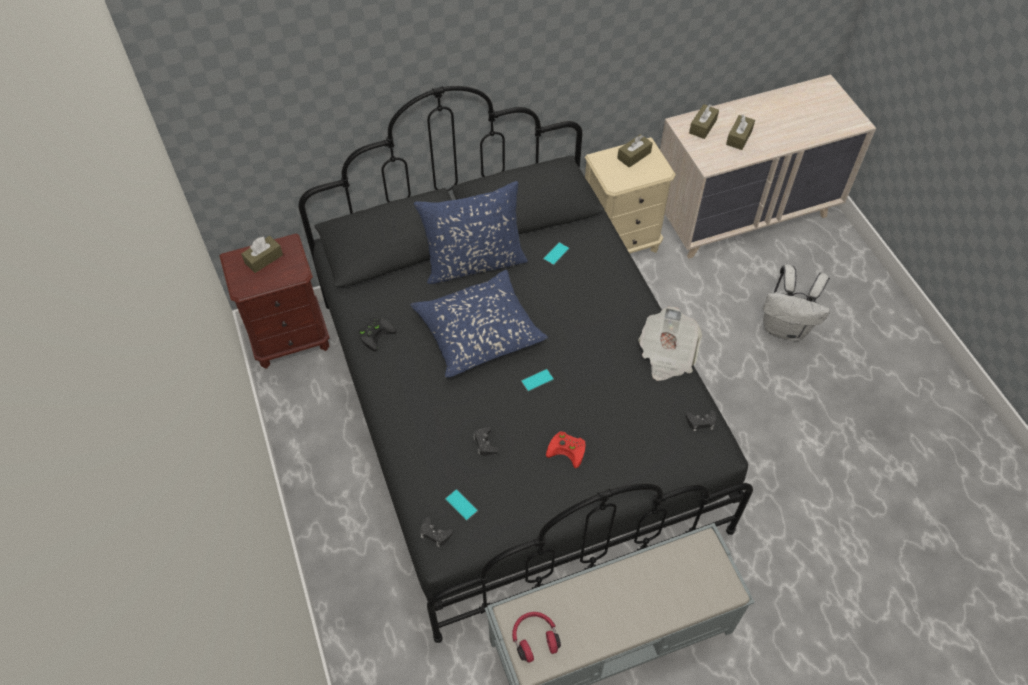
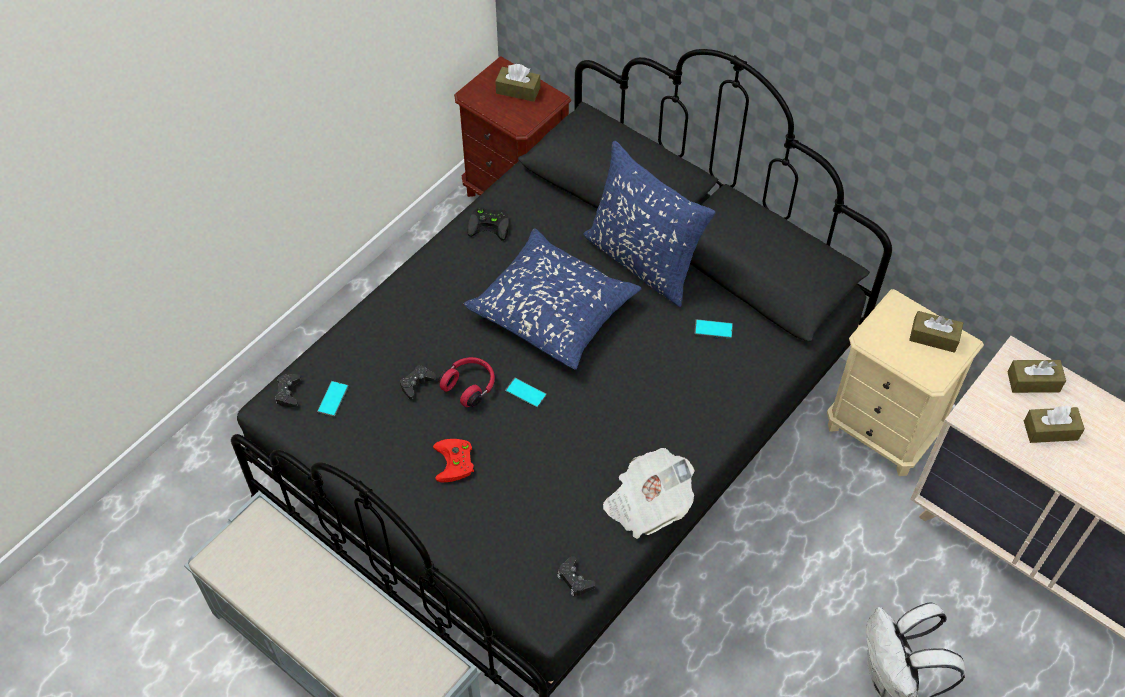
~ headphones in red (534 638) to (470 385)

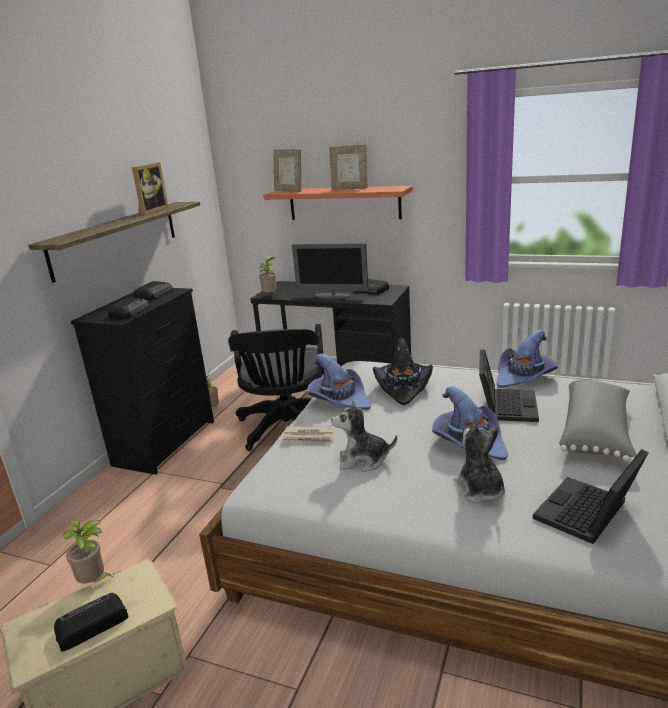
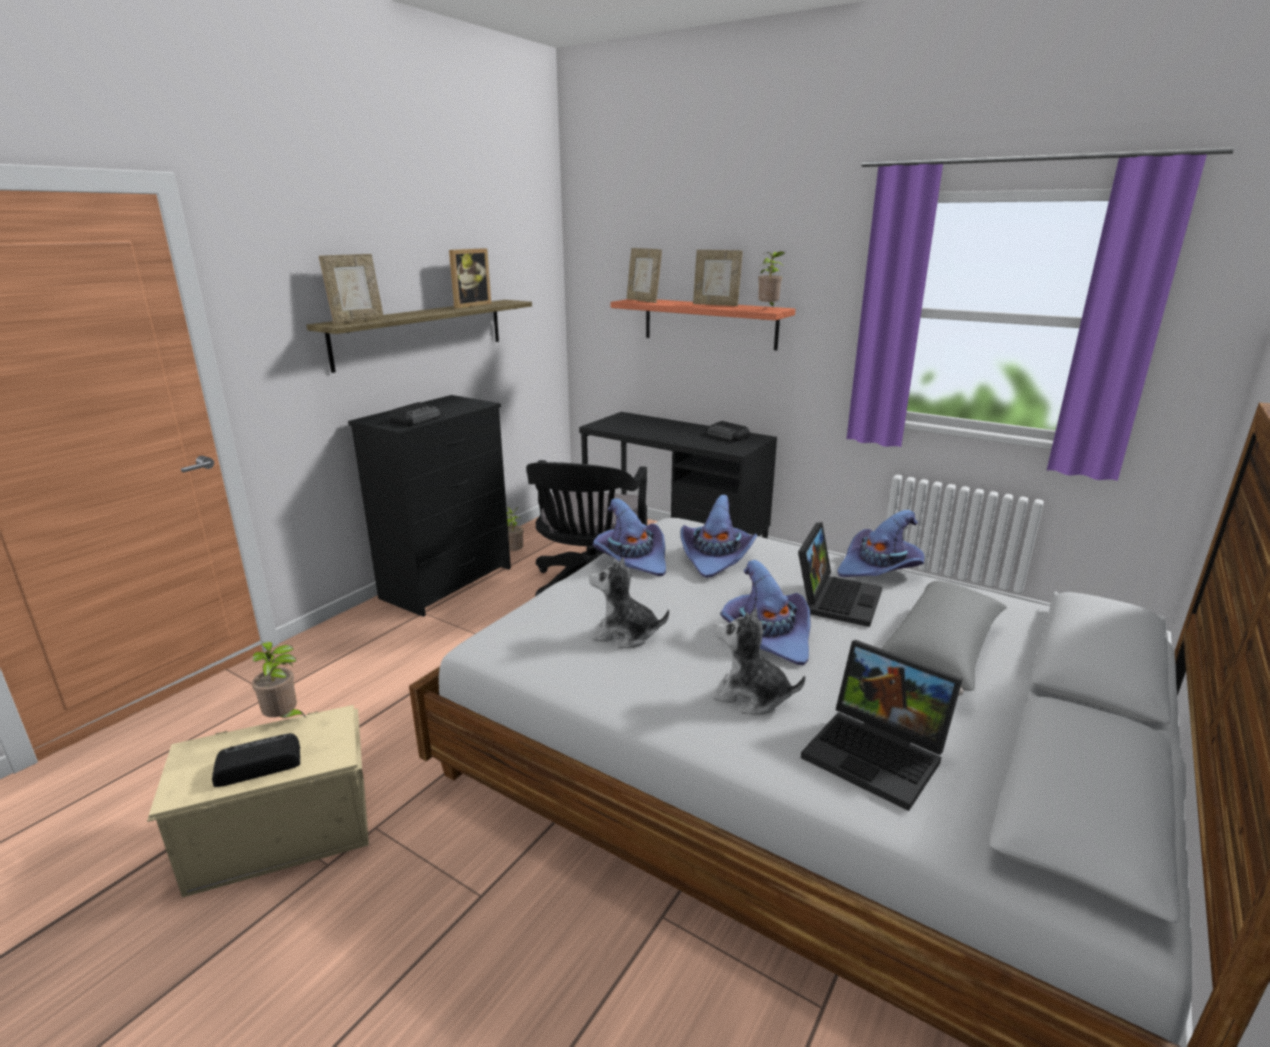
- radio set (154 294)
- printed paper (309 437)
- monitor (332 296)
+ photo frame (357 321)
~ houseplant (270 295) to (768 309)
~ clothing hat in black-coloured (403 387) to clothing hat in purple (716 557)
~ plush toy (480 490) = (751 697) 60 degrees counterclockwise
~ portable computer (588 515) = (879 754) 105 degrees counterclockwise

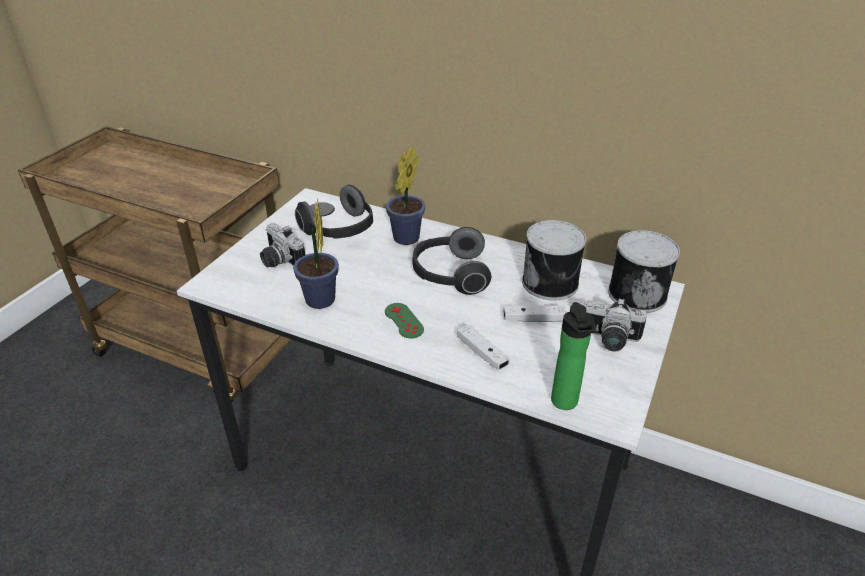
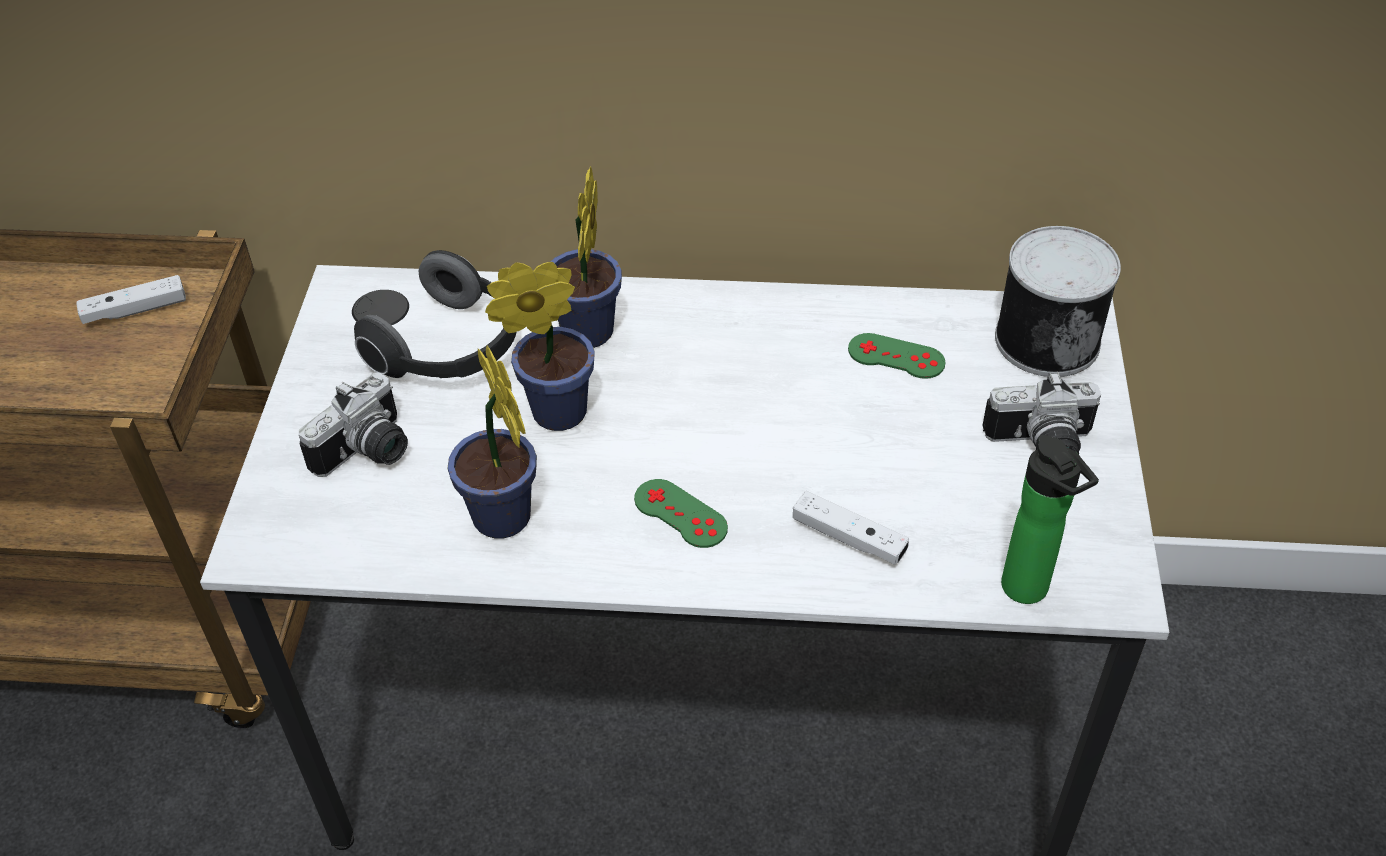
- headphones (450 275)
+ houseplant (551 413)
~ gamepad in white-coloured (533 319) to (135 310)
~ metal can (551 283) to gamepad in greenish (896 356)
~ photo camera (279 261) = (369 453) 75 degrees counterclockwise

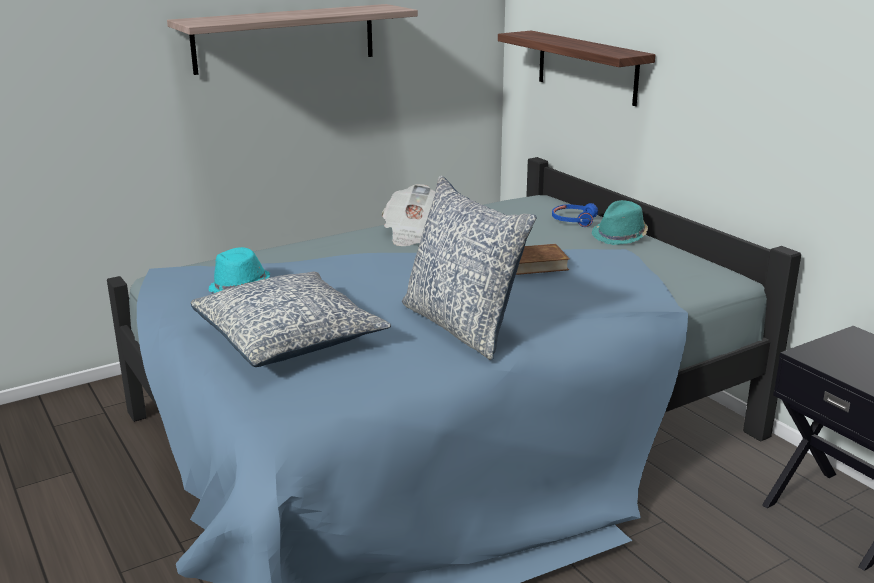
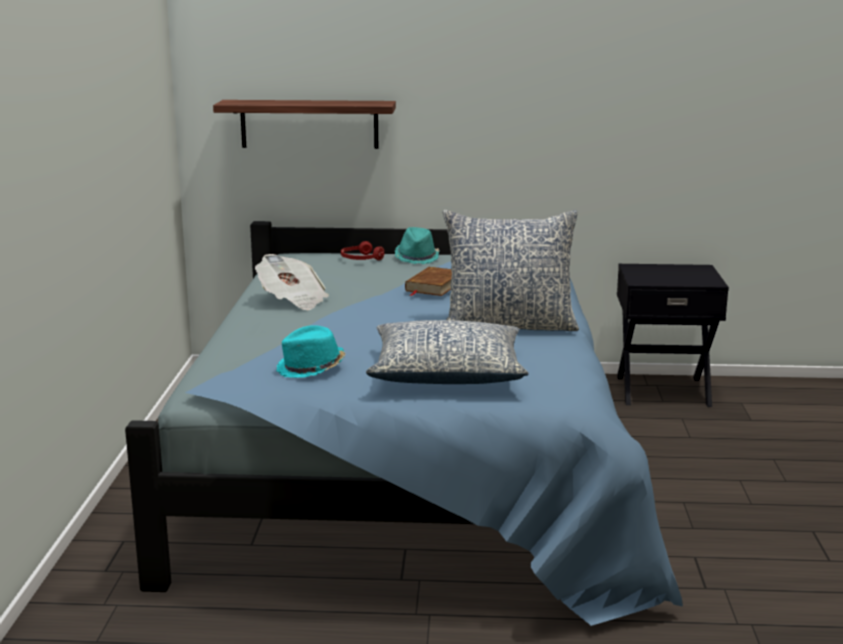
- shelf (285 38)
~ headphones in bluish (573 220) to headphones in red (361 259)

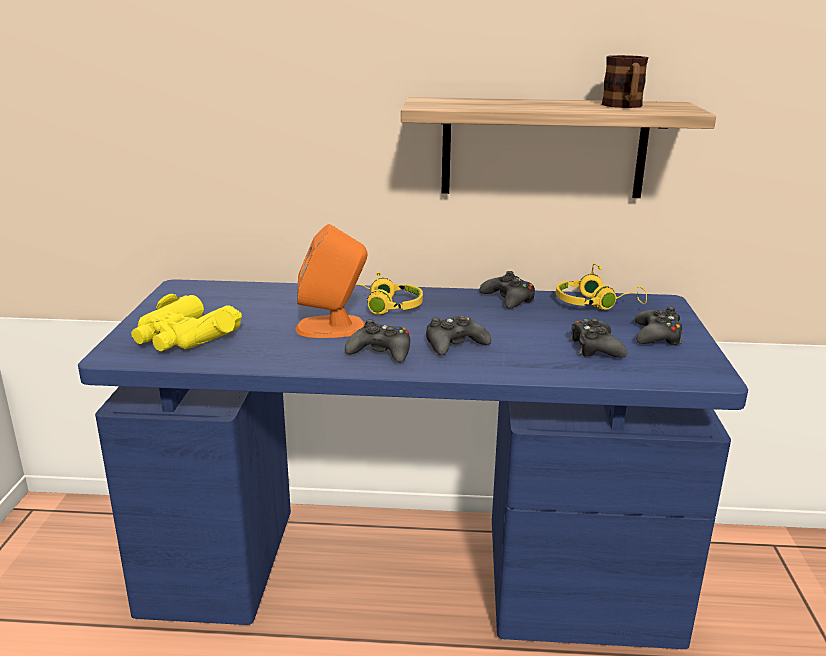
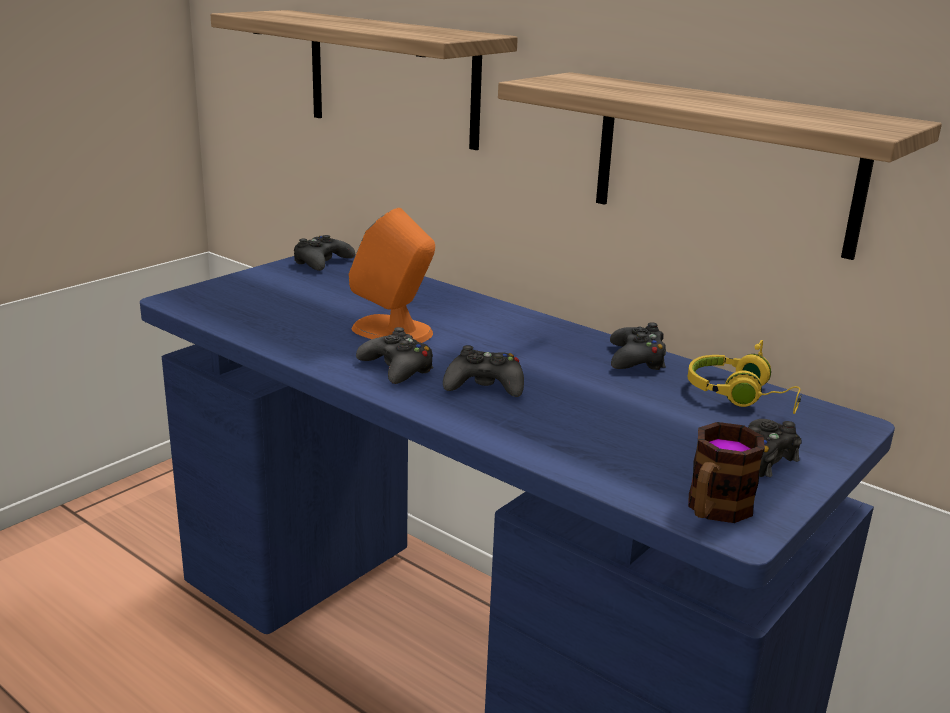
- field glasses in yellow (184 337)
- headphones in yellow (383 305)
+ shelf (392 78)
~ gamepad in black-coloured (595 347) to (322 262)
~ mug (624 106) to (714 511)

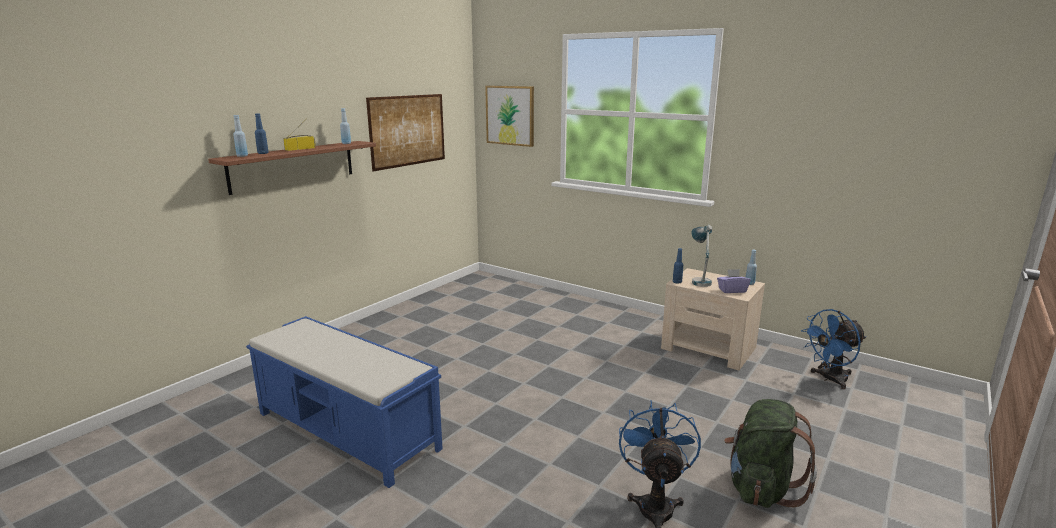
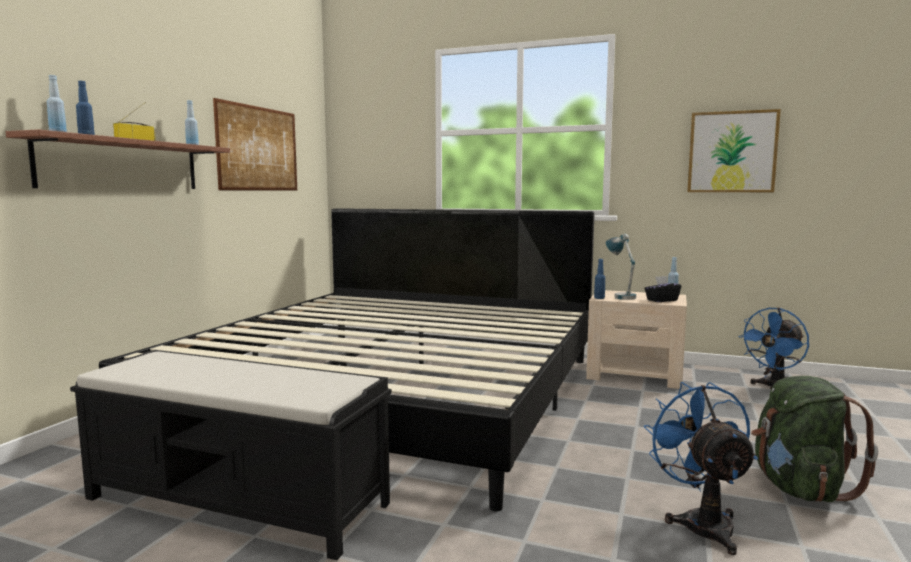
+ bed (392 392)
~ picture (510 115) to (732 152)
~ bench in bluish (348 431) to bench in black-coloured (238 501)
~ tissue holder in purple (732 290) to tissue holder in black-coloured (661 300)

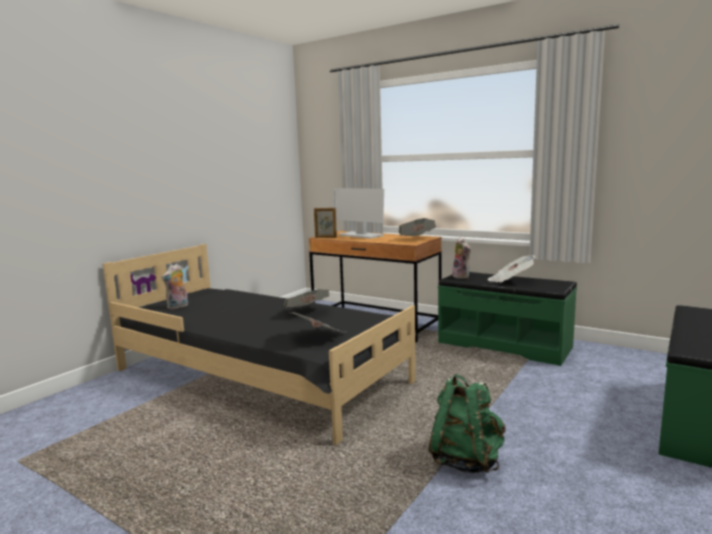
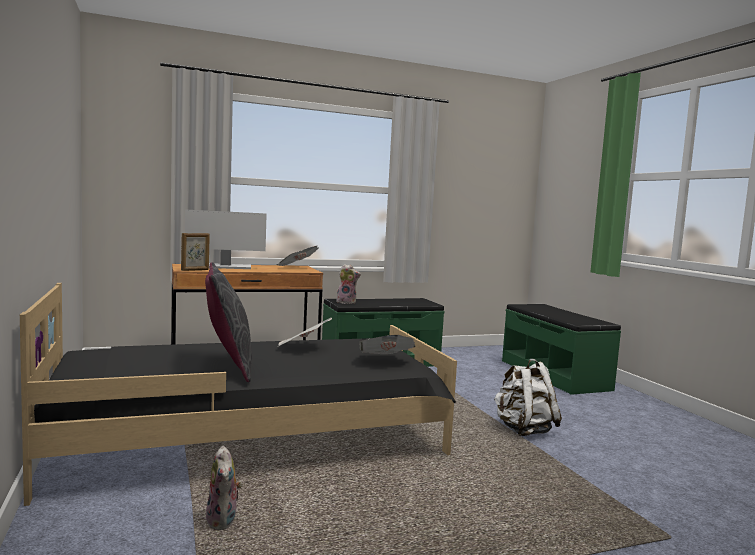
- printed paper (510 281)
+ cushion in gray (228 367)
~ plush toy (178 307) to (223 522)
~ backpack in greenish (466 460) to backpack in white-coloured (523 430)

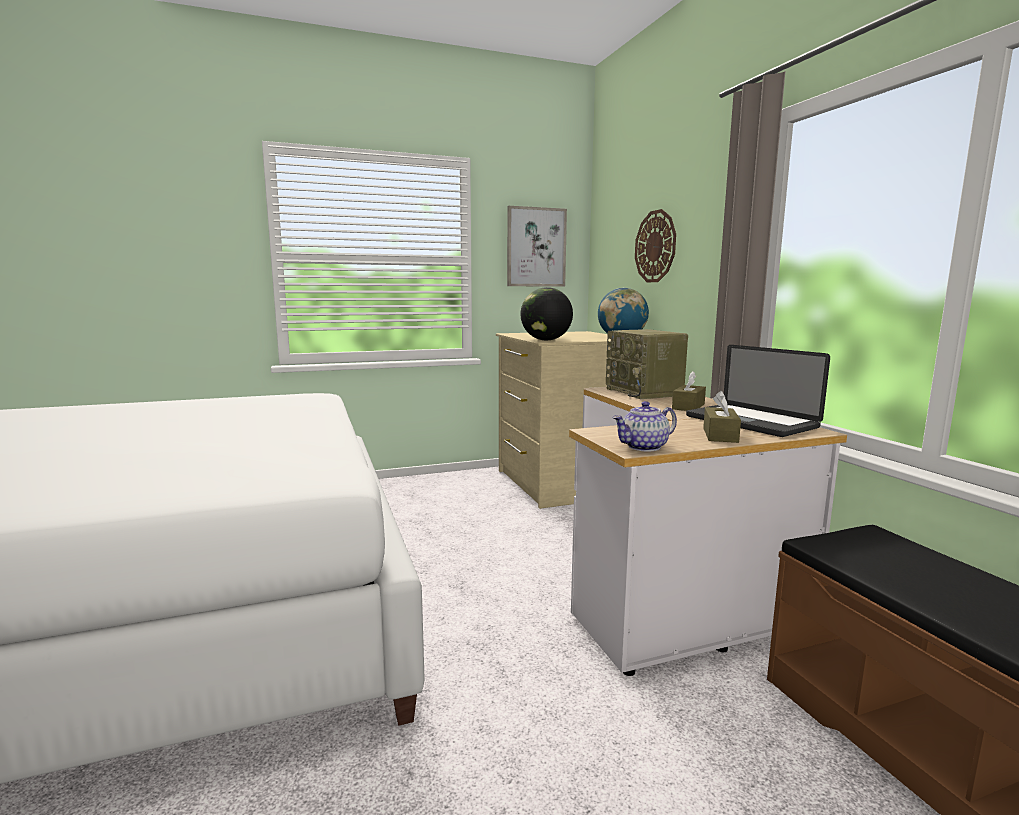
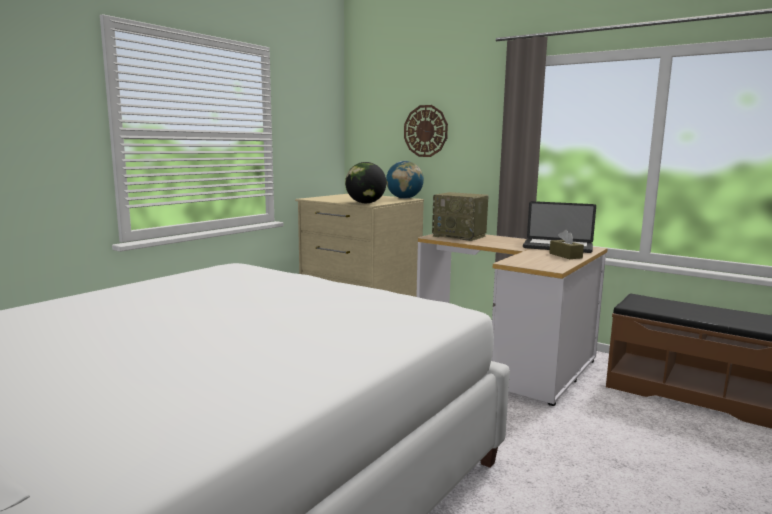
- picture (536 247)
- pot for tea (644 447)
- tissue holder in brown-coloured (688 406)

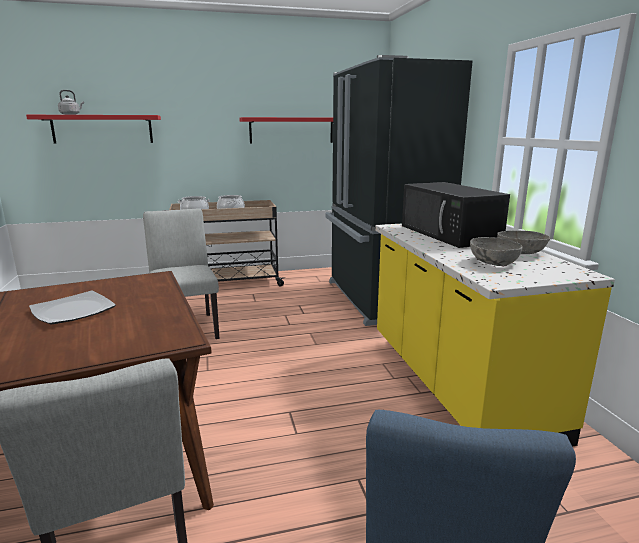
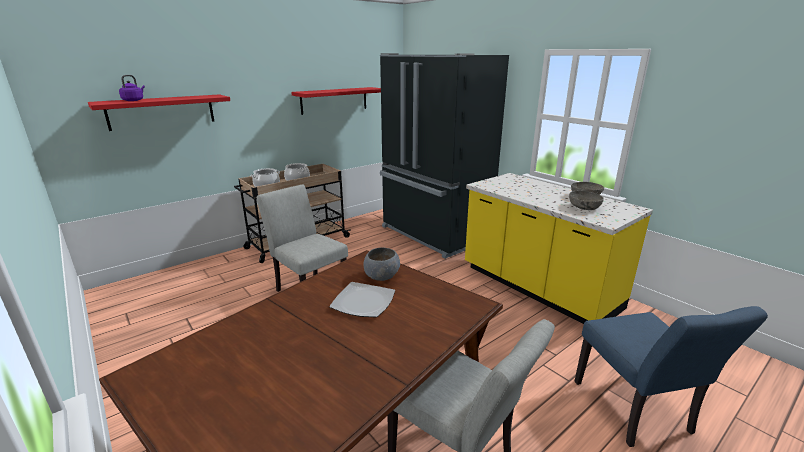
- microwave oven in black-coloured (450 234)
+ serving bowl in gray (381 276)
~ tea kettle in gray (71 114) to tea kettle in purple (134 100)

